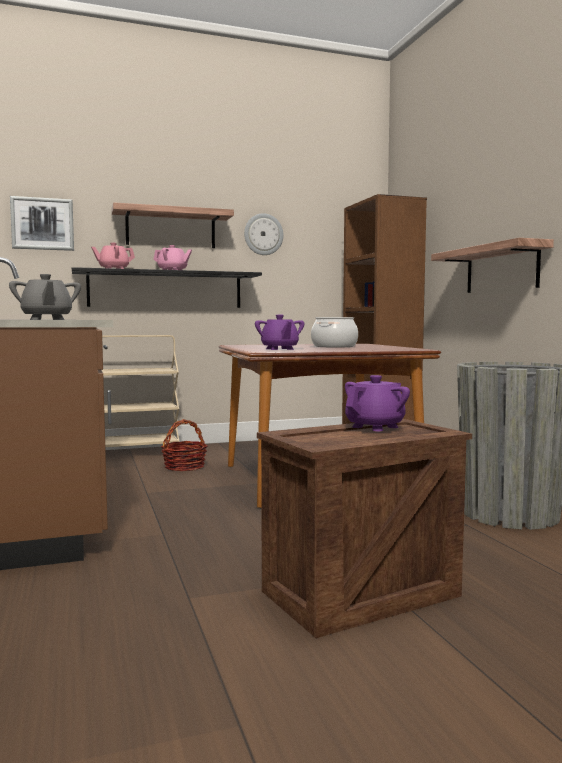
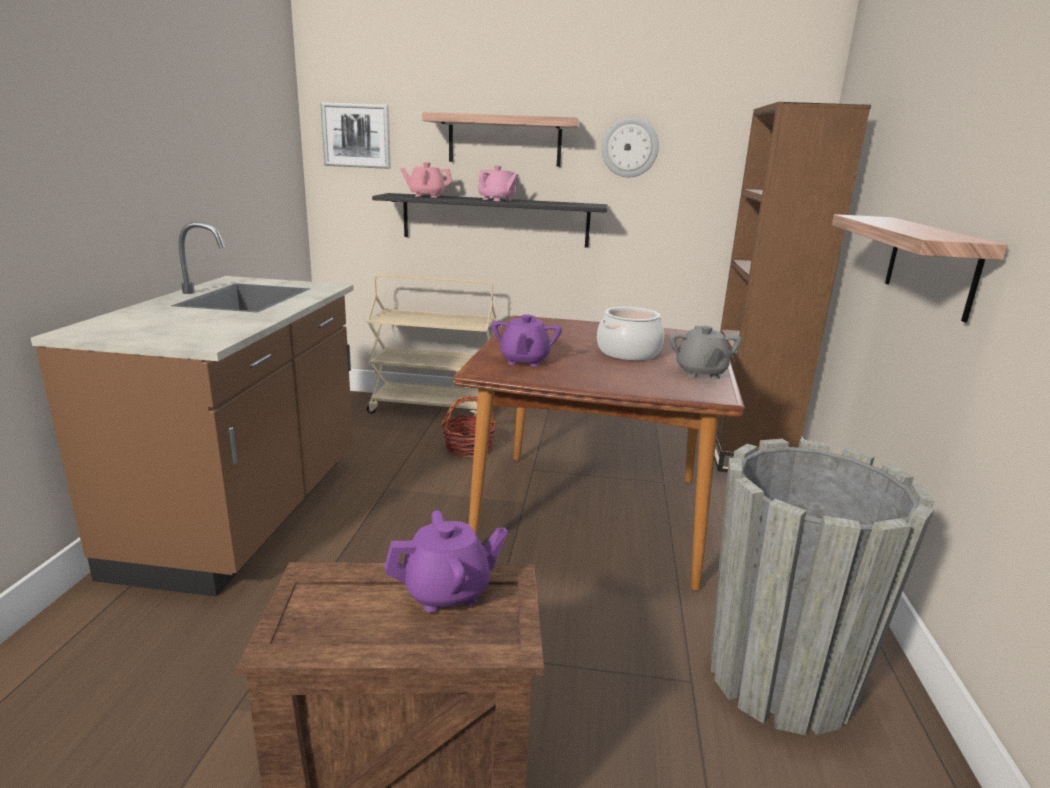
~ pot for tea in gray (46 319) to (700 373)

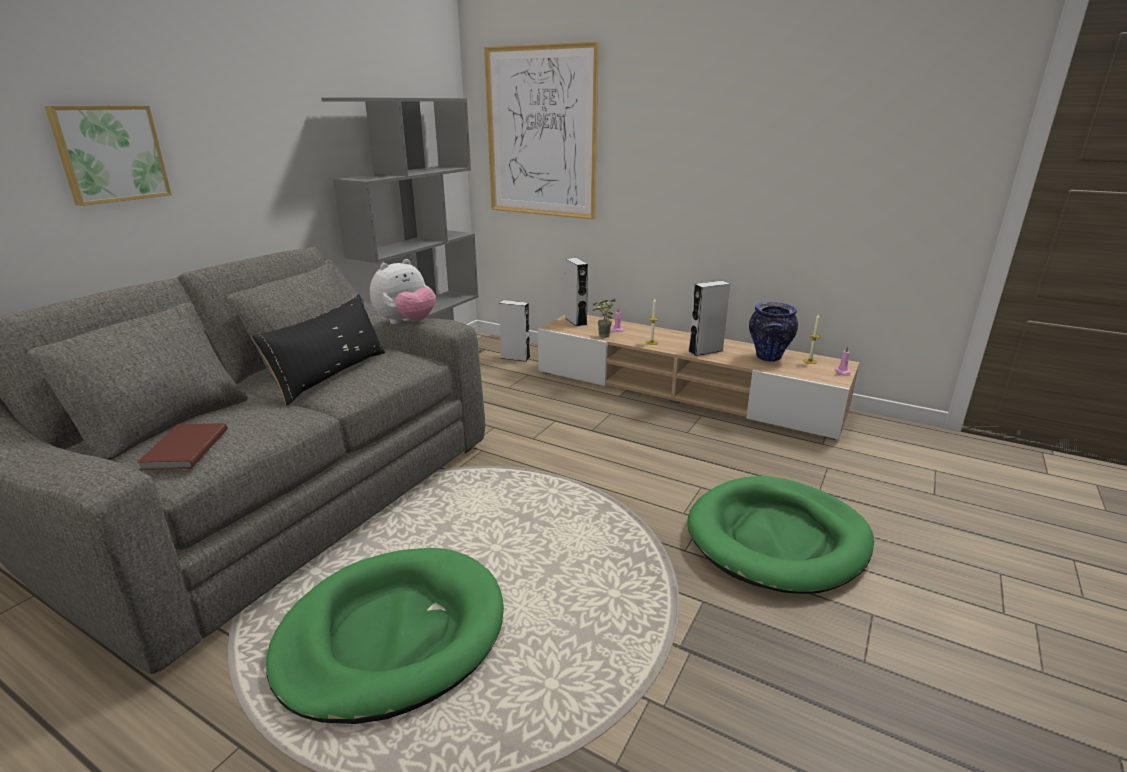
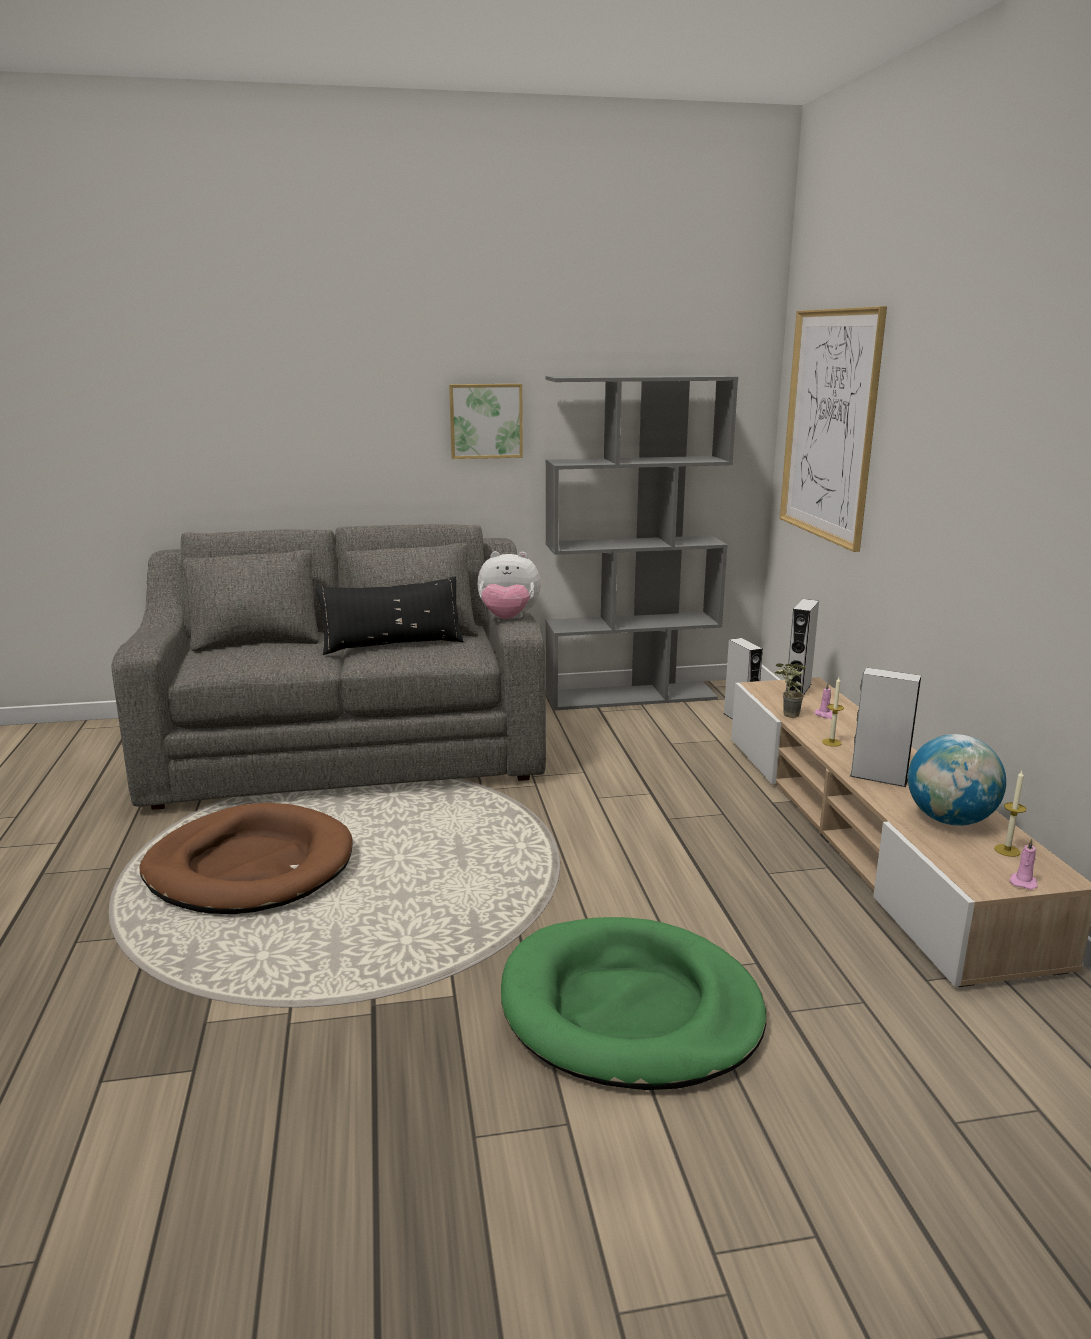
- book in brown-coloured (183 449)
~ picture (110 153) to (486 421)
~ decorative vase (768 358) to globe (949 820)
~ dog bed in greenish (392 635) to dog bed in brown-coloured (250 867)

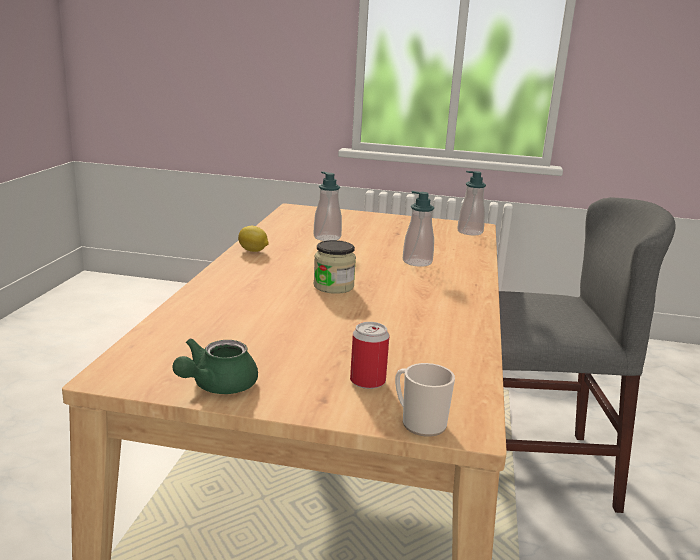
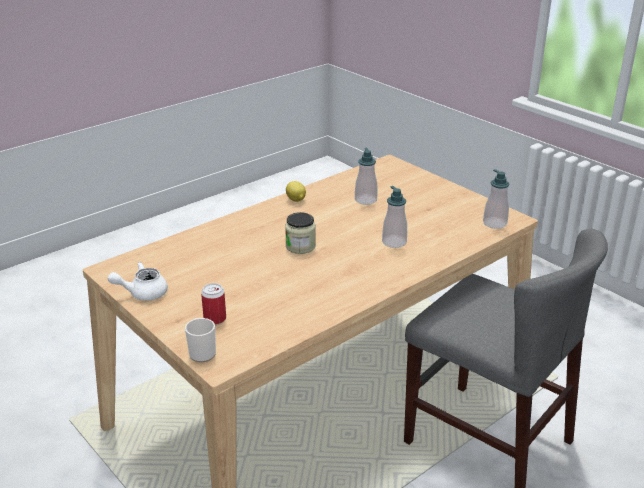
~ pot for tea in greenish (216 386) to pot for tea in white-coloured (142 293)

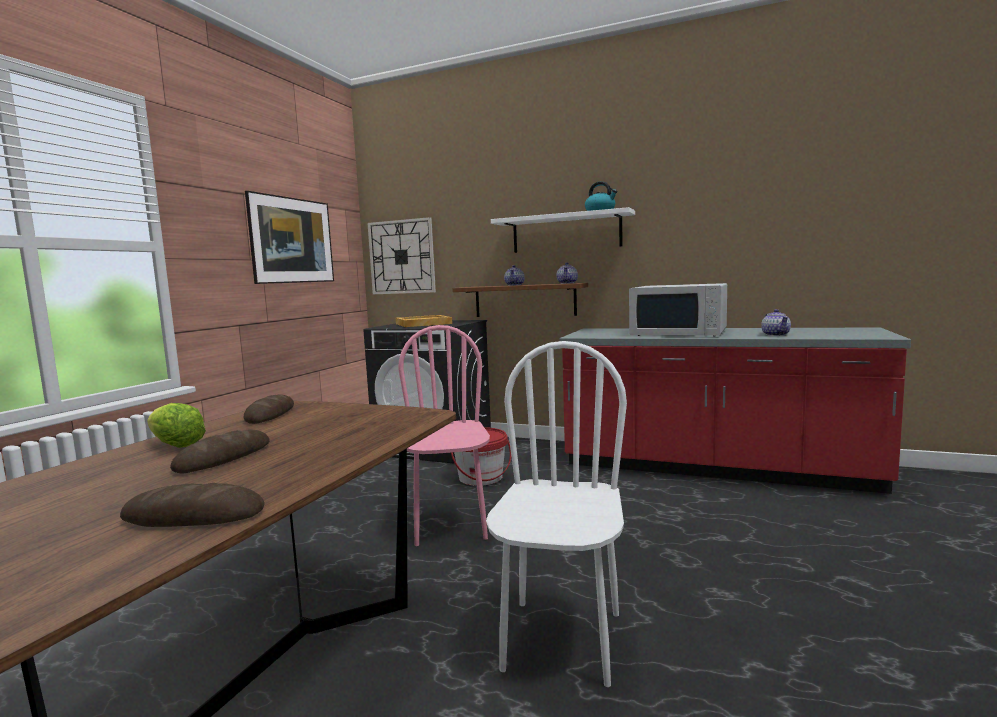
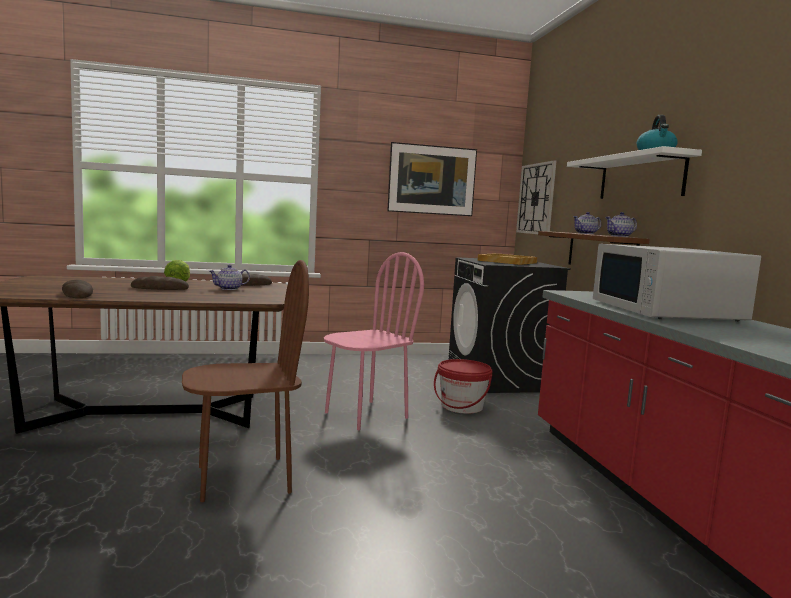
~ pot for tea (775 335) to (229 289)
~ plain chair in white-coloured (561 640) to plain chair in brown-coloured (243 478)

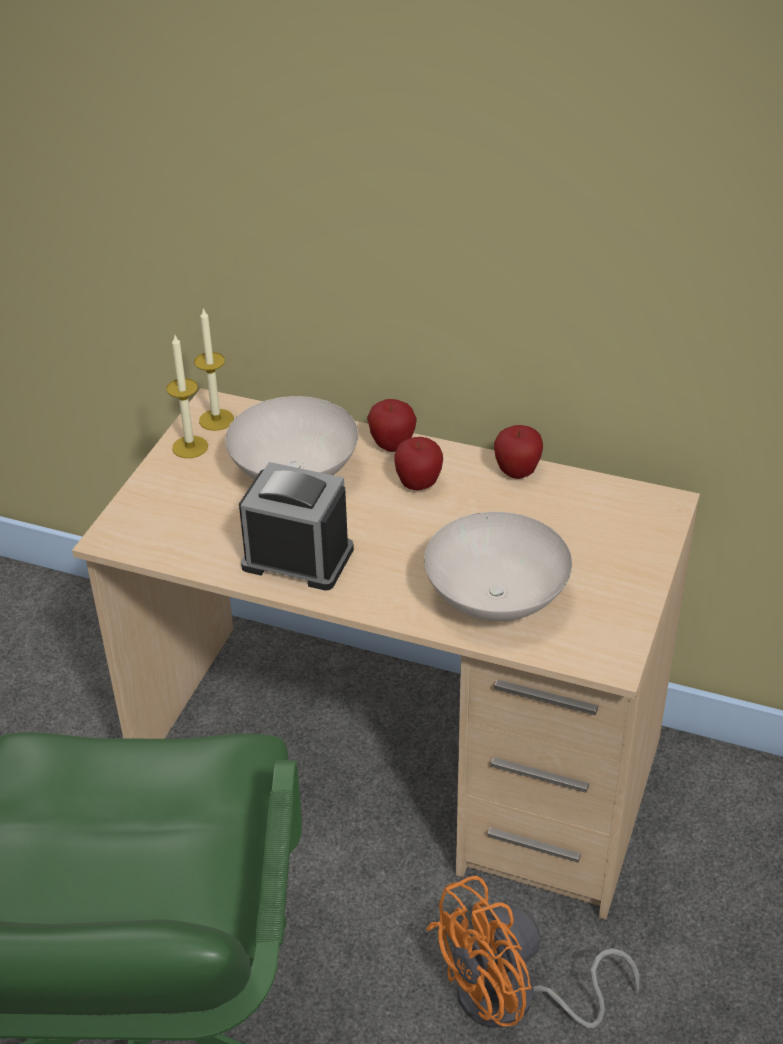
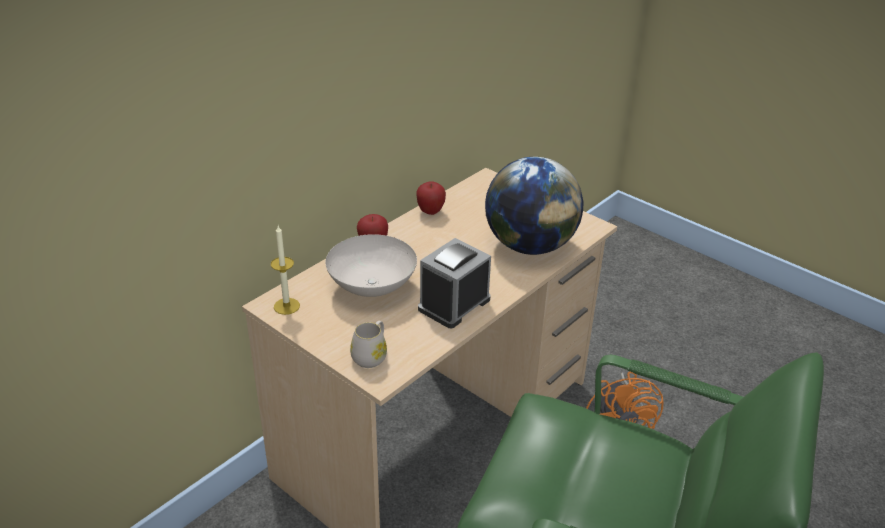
- candle (190 447)
- whole apple (418 485)
+ mug in white-coloured (371 356)
~ serving bowl in white-coloured (497 598) to globe (530 245)

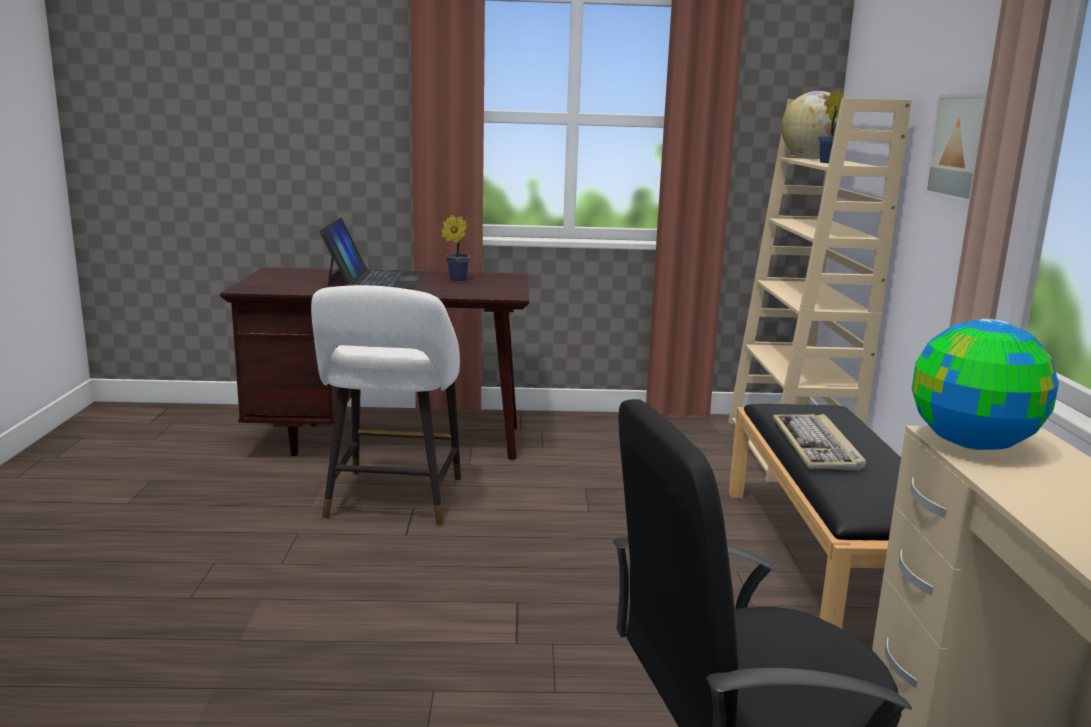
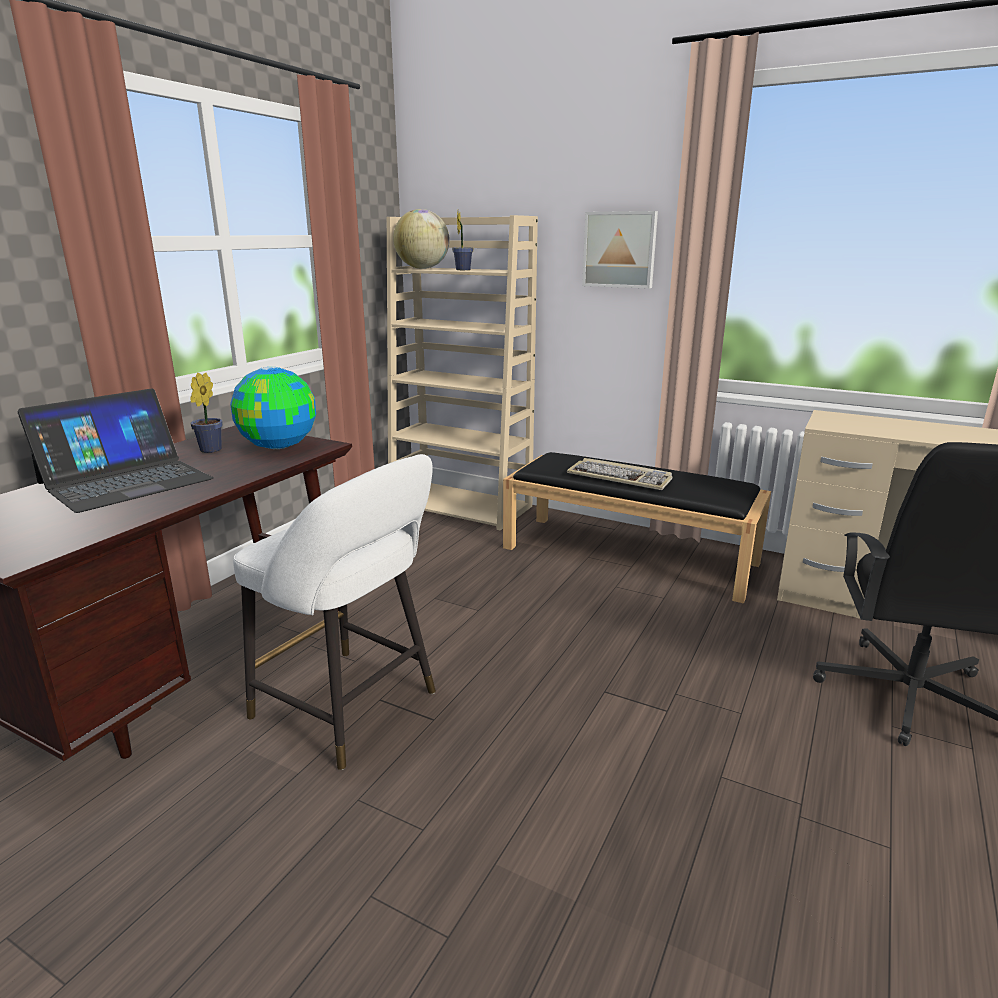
~ globe (973 445) to (279 446)
~ portable computer (375 279) = (125 480) 105 degrees clockwise

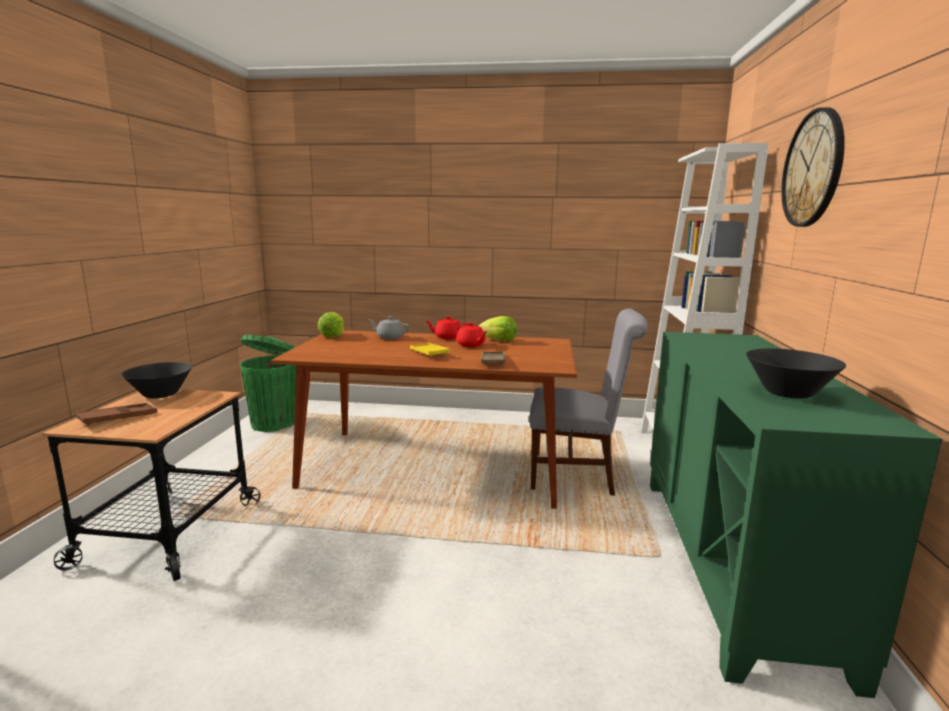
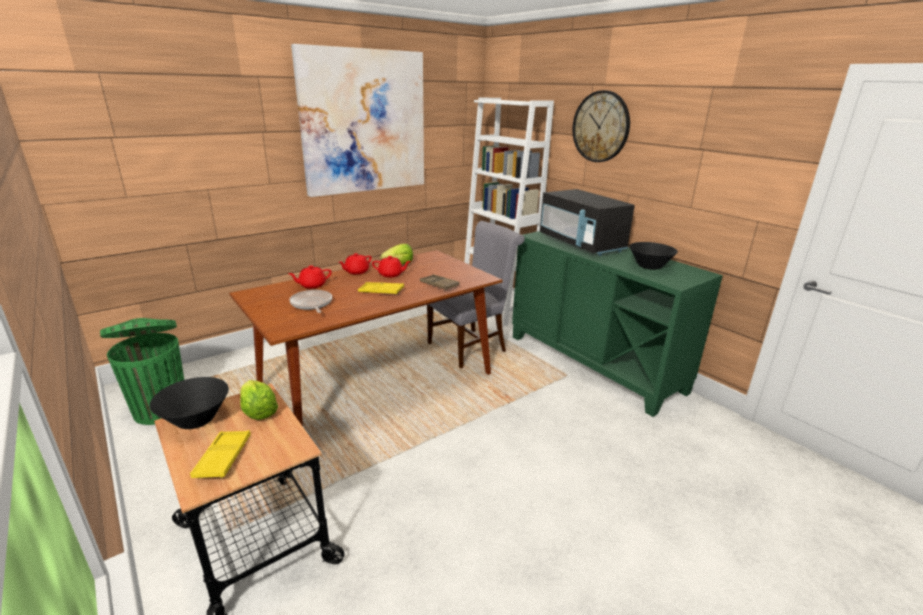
+ pan (311 304)
+ picture (363 122)
+ microwave oven in black-coloured (581 244)
~ head of lettuce (333 336) to (258 411)
~ carrying tray in brown-coloured (118 418) to carrying tray in yellow (223 458)
~ pot for tea in gray (390 337) to pot for tea in red (312 285)

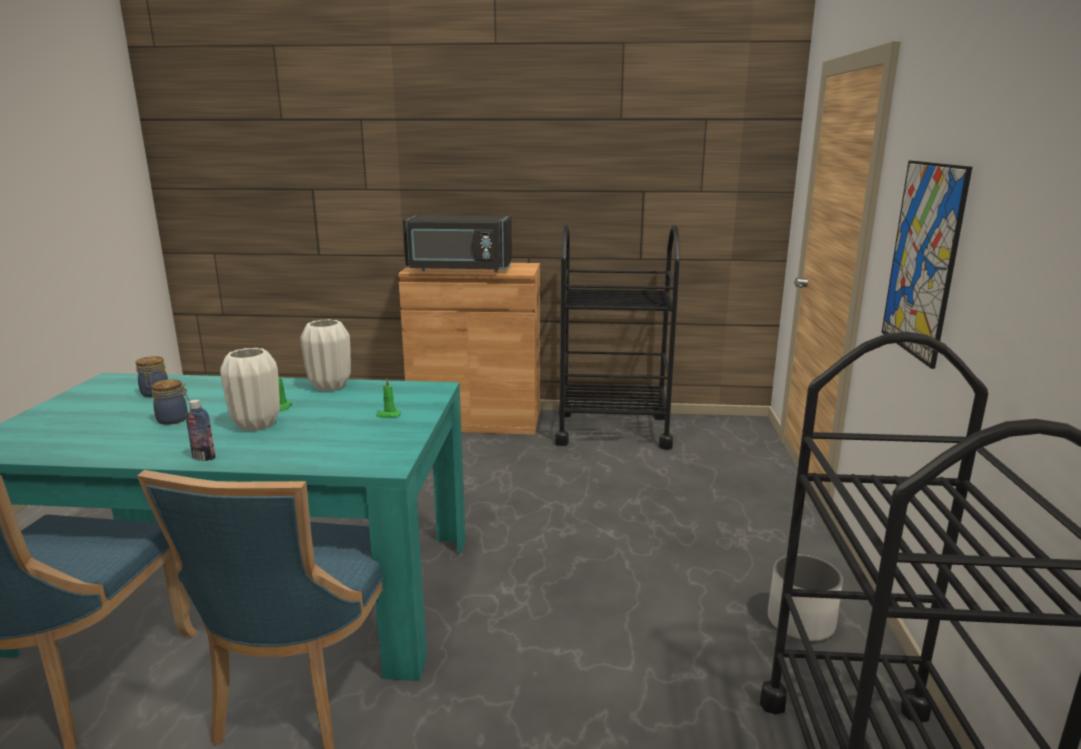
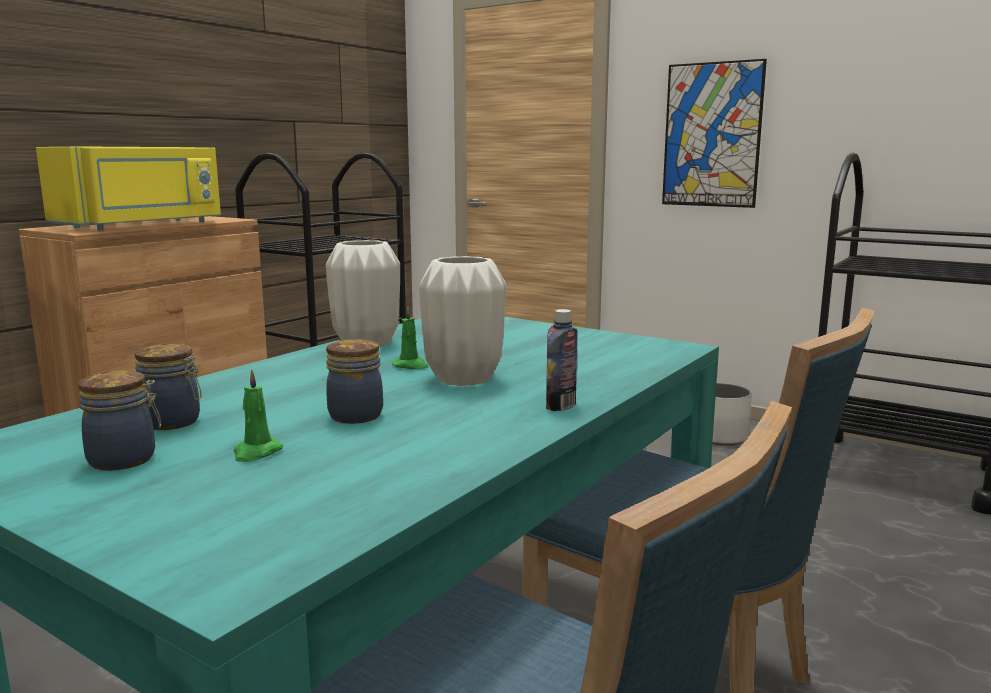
+ jar (125 460)
~ candle in greenish (388 415) to (256 453)
~ microwave oven in black-coloured (458 270) to microwave oven in yellow (143 225)

